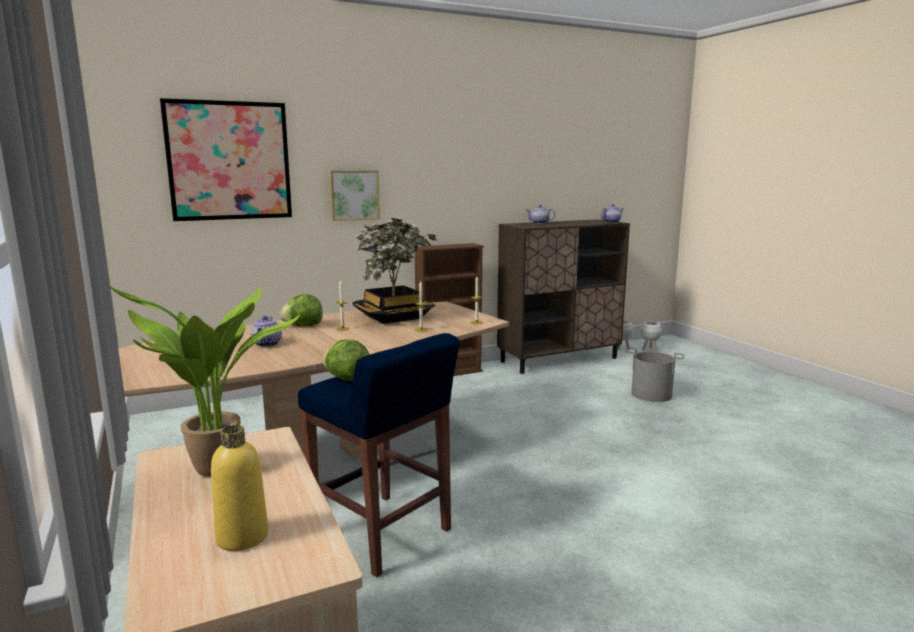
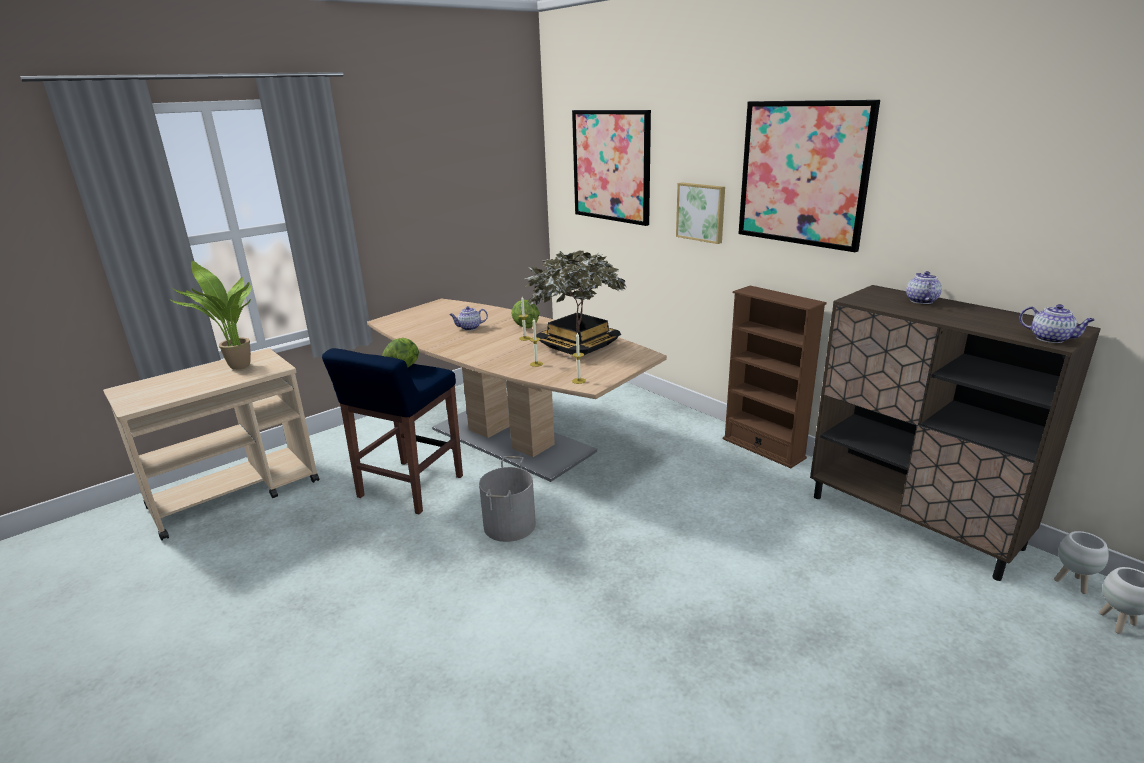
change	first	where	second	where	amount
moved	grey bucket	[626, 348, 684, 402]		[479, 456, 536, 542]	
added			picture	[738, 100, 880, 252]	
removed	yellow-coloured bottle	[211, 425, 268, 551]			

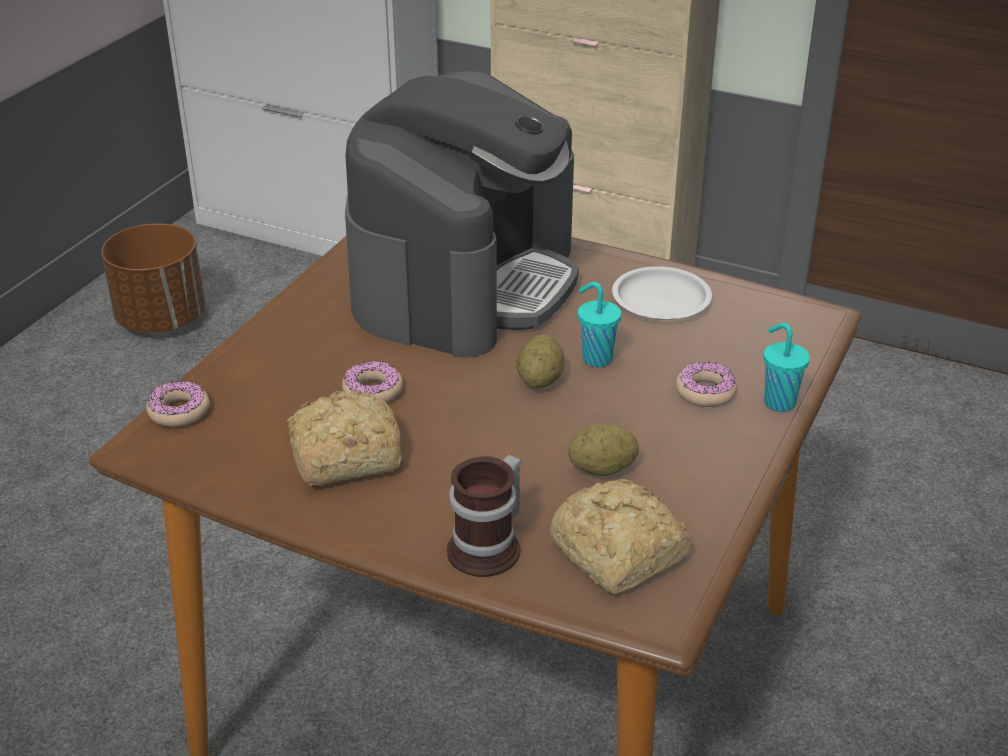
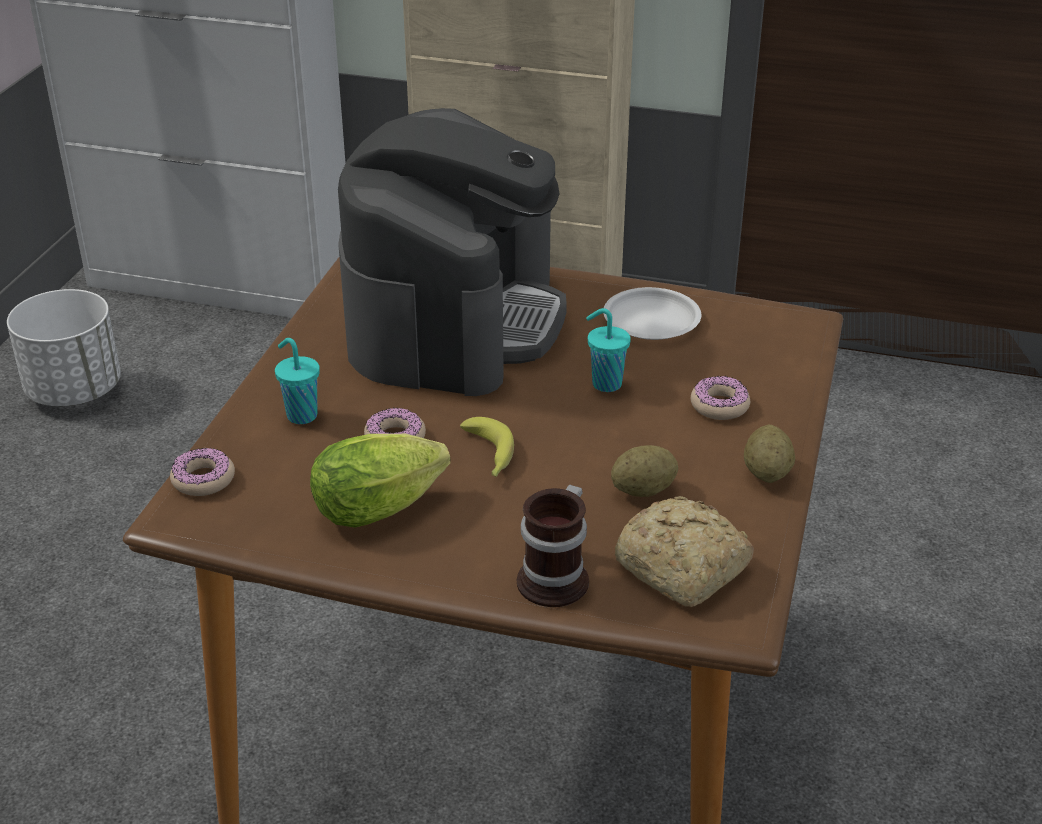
change	first	where	second	where	amount
recoloured	brownish plant pot	[101, 223, 205, 333]	white-coloured plant pot	[7, 289, 121, 406]	
moved	turquoise-coloured cup	[763, 323, 810, 412]		[275, 338, 320, 424]	
replaced	bakery bread	[287, 390, 402, 485]	lettuce	[310, 434, 450, 528]	
added			whole banana	[460, 417, 514, 477]	
moved	whole potato	[516, 334, 564, 388]		[744, 425, 795, 483]	

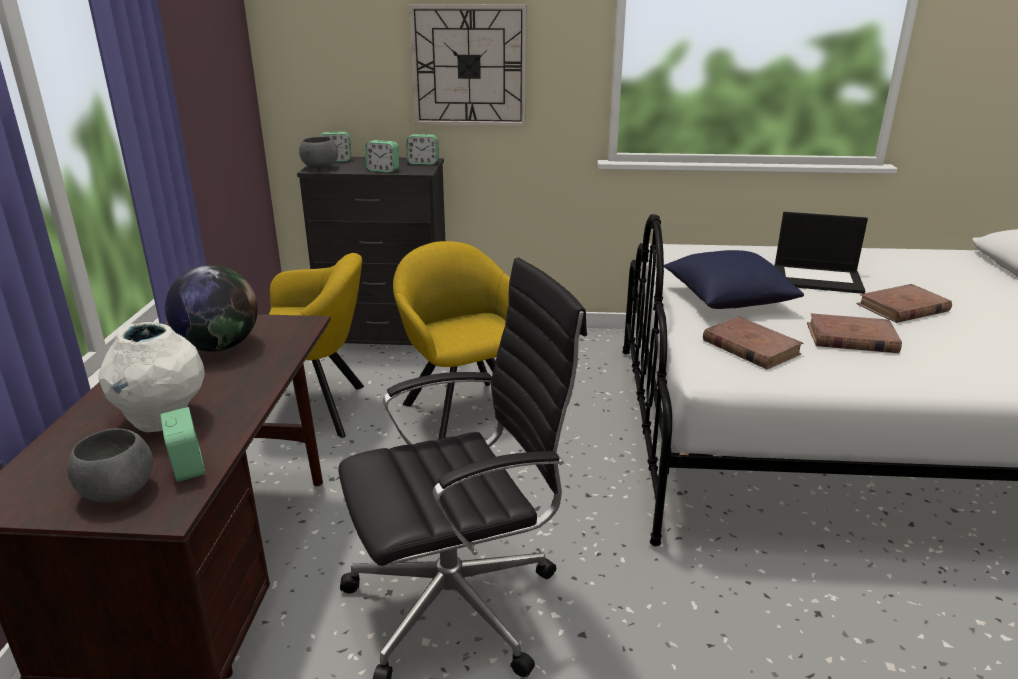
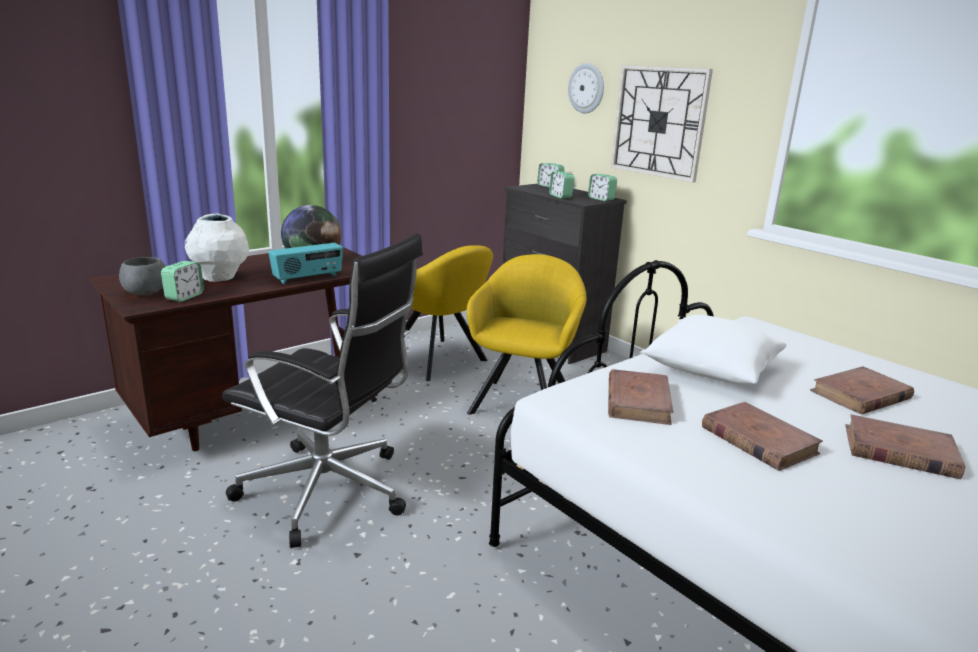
change	first	where	second	where	amount
added			radio receiver	[268, 243, 343, 284]	
added			clock on the wall	[568, 63, 604, 113]	
recoloured	bluish pillow	[664, 250, 804, 309]	white-coloured pillow	[641, 314, 786, 385]	
replaced	laptop	[774, 212, 868, 294]	brownish volume	[810, 366, 914, 415]	
removed	grey deep dish	[299, 137, 338, 169]			

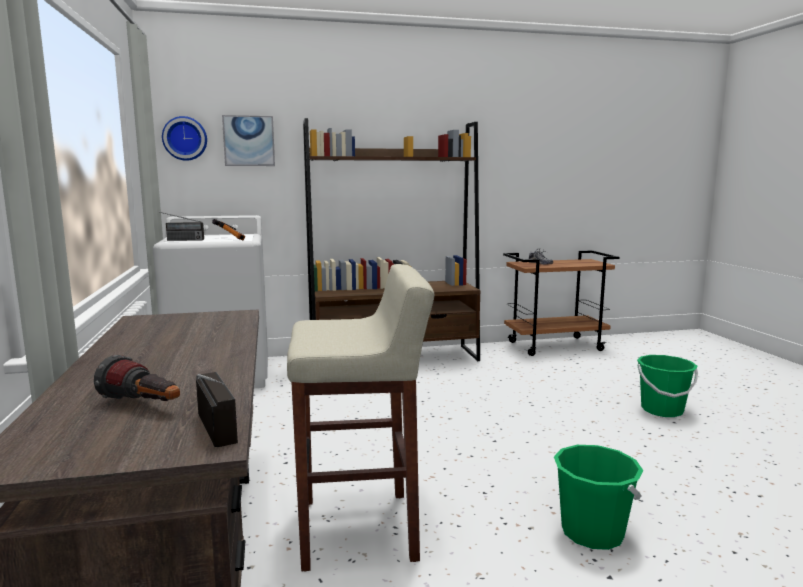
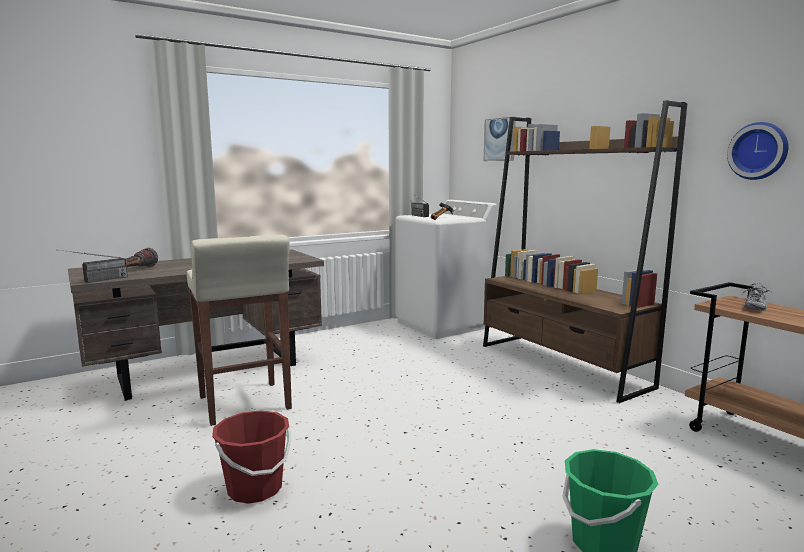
change	first	where	second	where	amount
recoloured	green bucket	[554, 445, 643, 550]	red bucket	[212, 410, 291, 504]	
moved	clock on the wall	[162, 116, 207, 161]		[727, 122, 789, 180]	

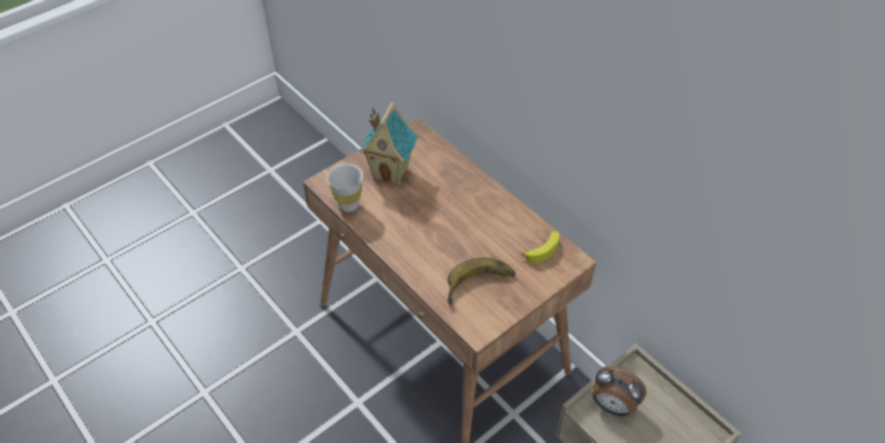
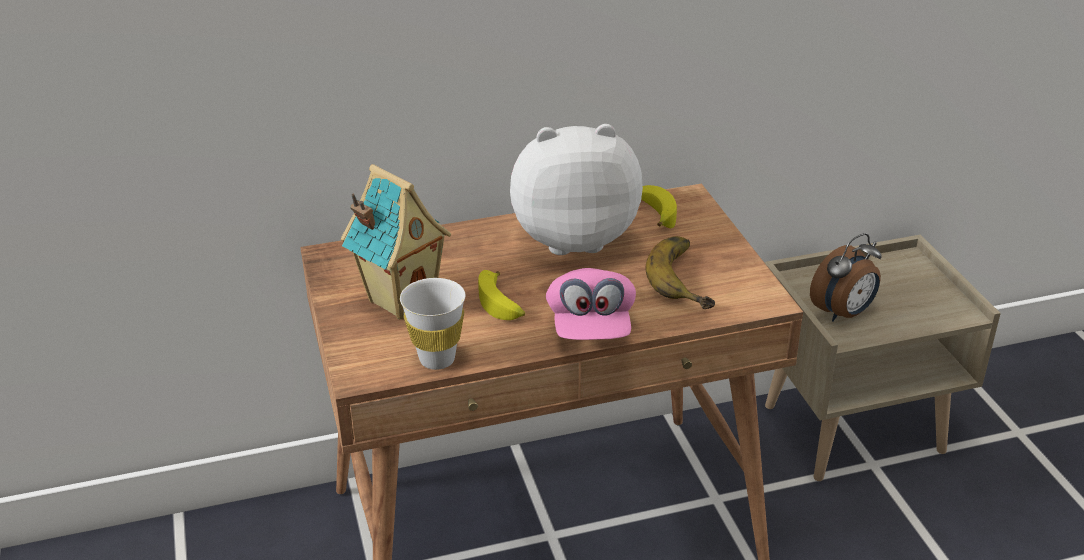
change	first	where	second	where	amount
added			whole banana	[478, 270, 525, 320]	
added			plush toy	[510, 124, 643, 255]	
added			pink-coloured baseball cap	[546, 268, 636, 340]	

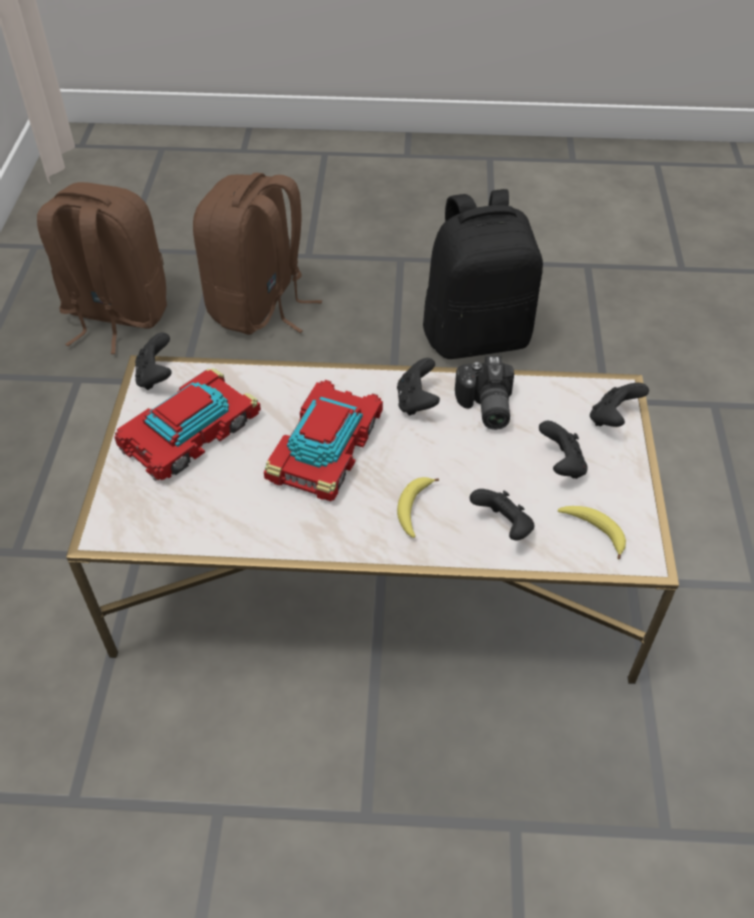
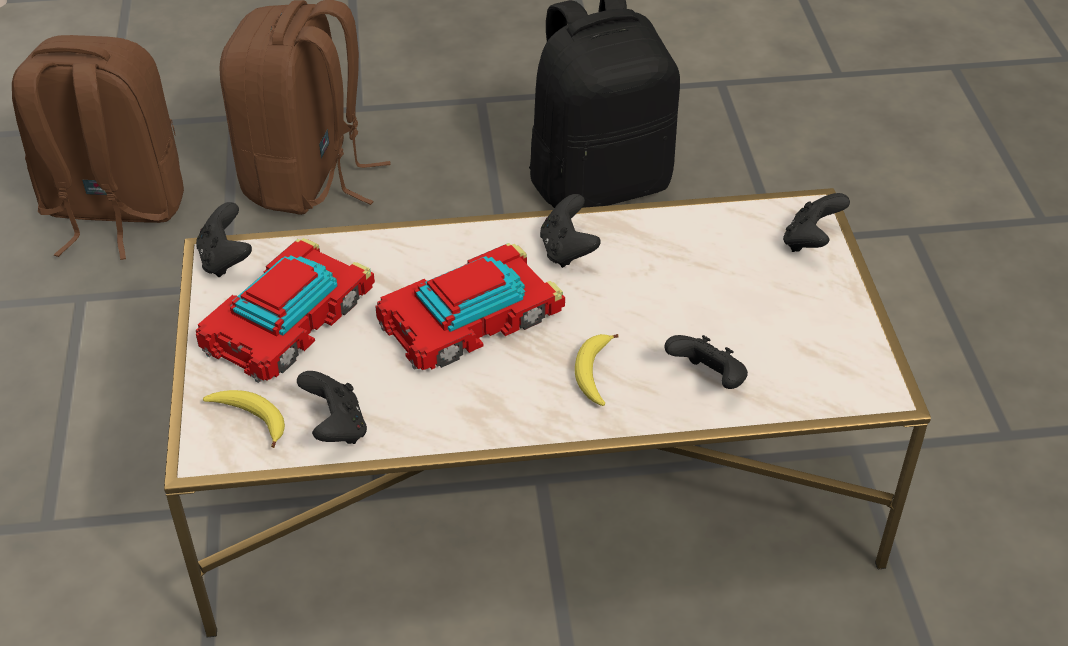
change	first	where	second	where	amount
moved	whole banana	[558, 506, 626, 559]		[203, 390, 285, 448]	
moved	blackish game controller	[539, 421, 588, 479]		[297, 371, 367, 444]	
turned	toy car	[264, 380, 383, 501]		[375, 243, 565, 370]	135 degrees counterclockwise
removed	still camera	[455, 356, 514, 430]			

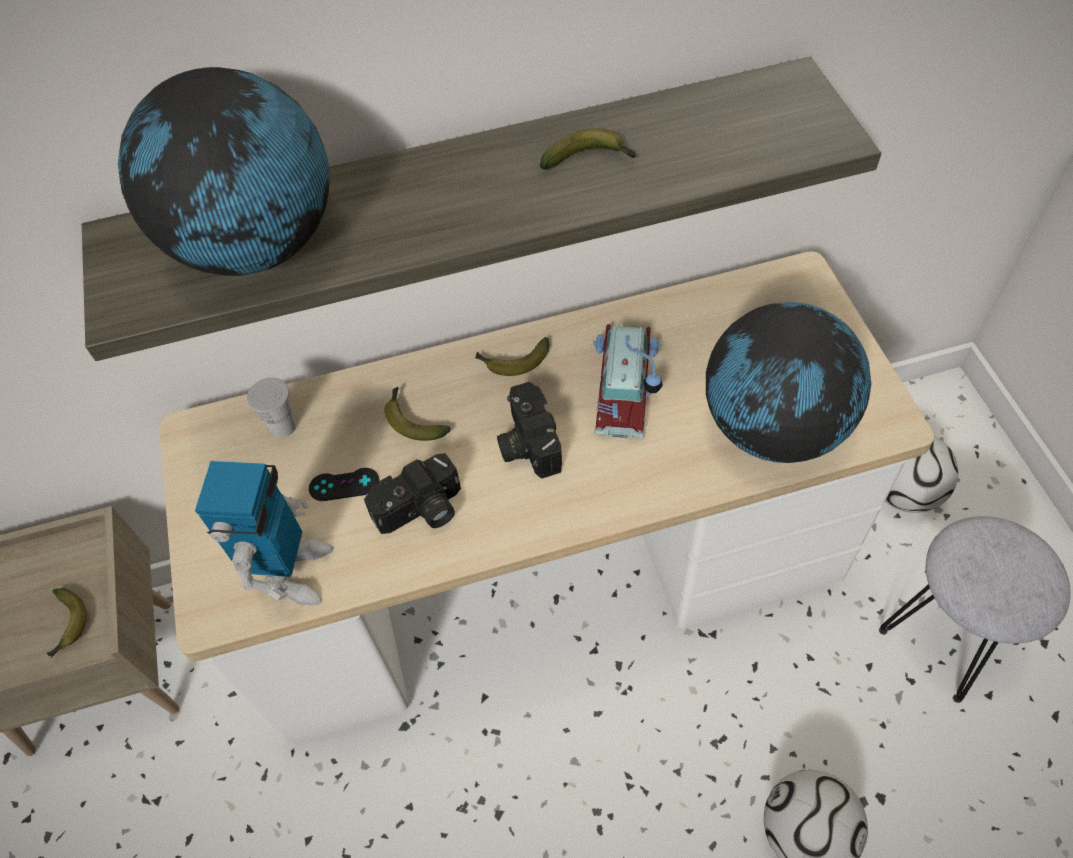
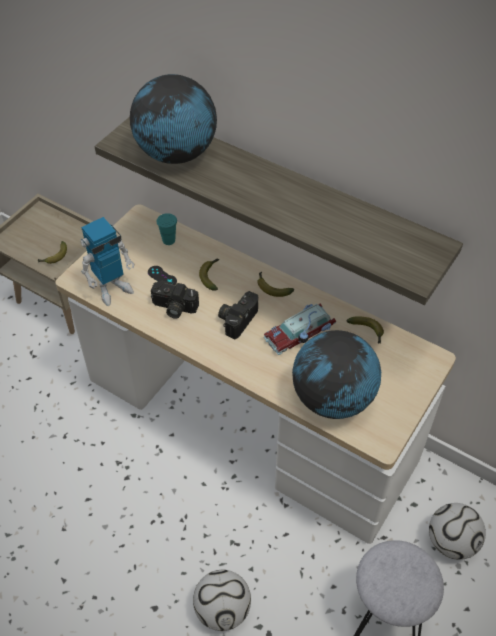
change	first	where	second	where	amount
recoloured	white-coloured cup	[247, 378, 296, 438]	turquoise-coloured cup	[157, 213, 177, 245]	
moved	whole banana	[540, 128, 637, 170]		[347, 317, 384, 344]	

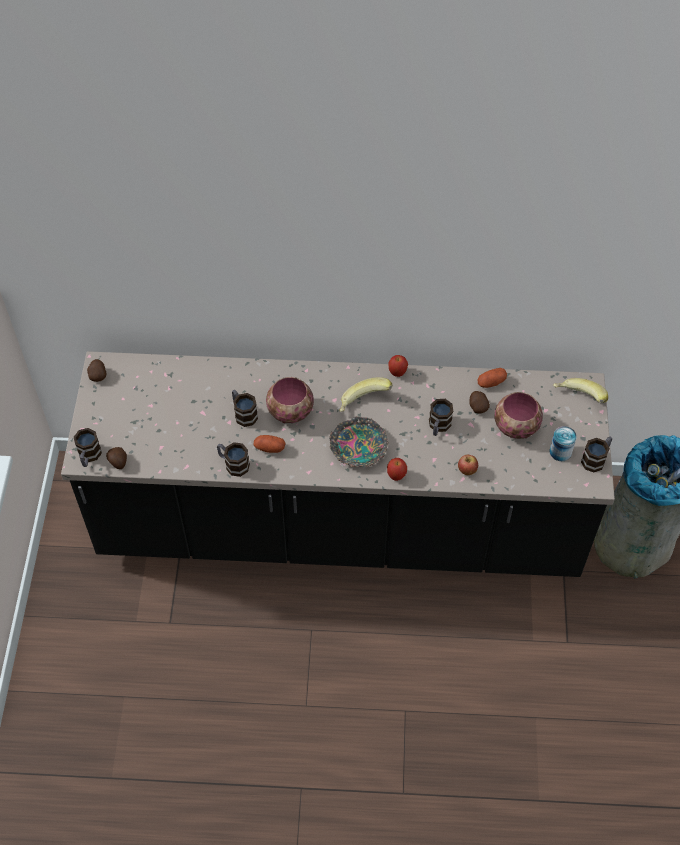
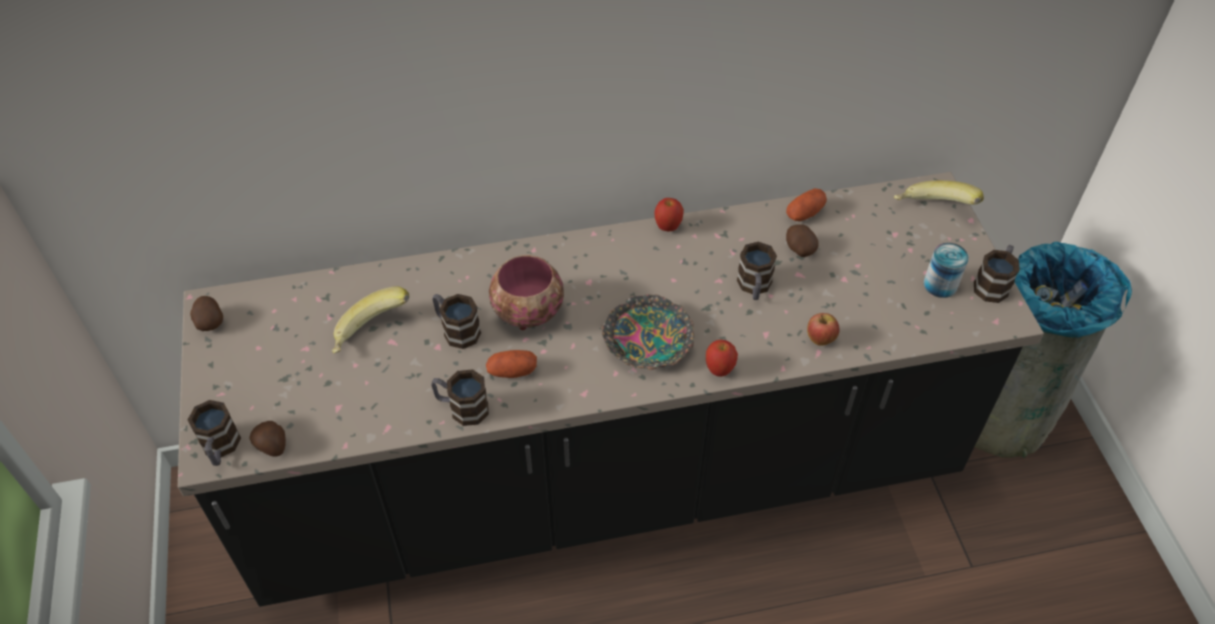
change	first	where	second	where	amount
moved	whole banana	[339, 377, 392, 412]		[332, 286, 409, 353]	
removed	deep dish	[494, 392, 543, 439]			

